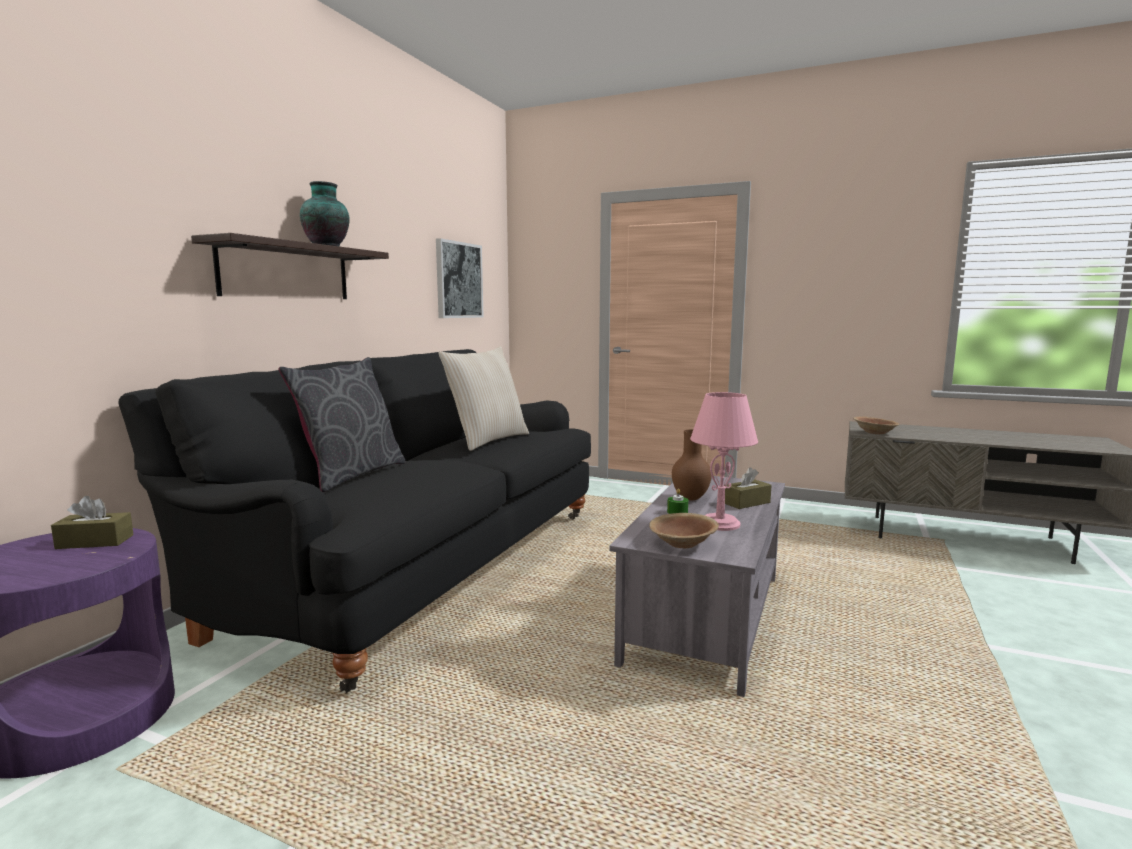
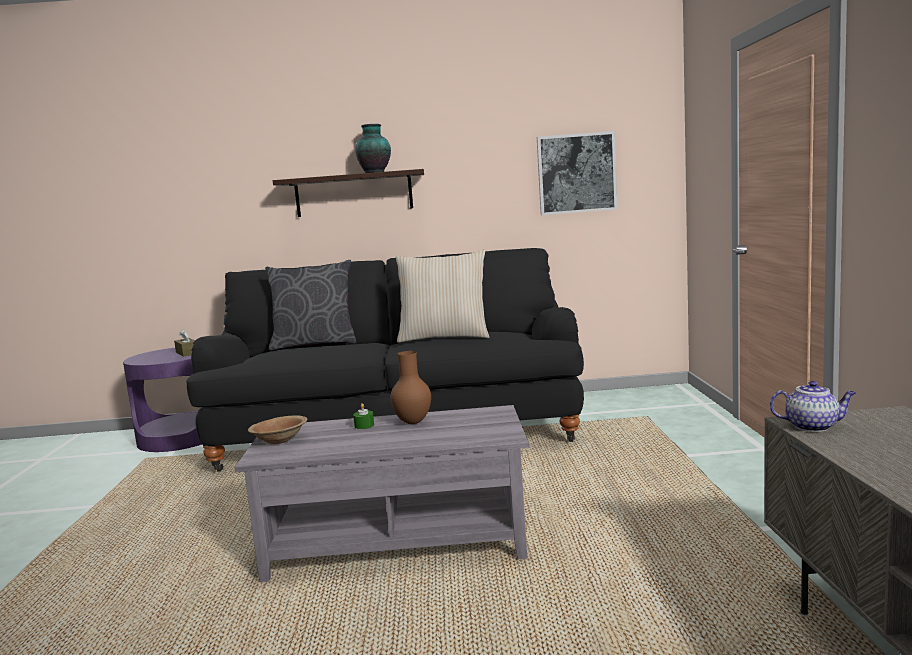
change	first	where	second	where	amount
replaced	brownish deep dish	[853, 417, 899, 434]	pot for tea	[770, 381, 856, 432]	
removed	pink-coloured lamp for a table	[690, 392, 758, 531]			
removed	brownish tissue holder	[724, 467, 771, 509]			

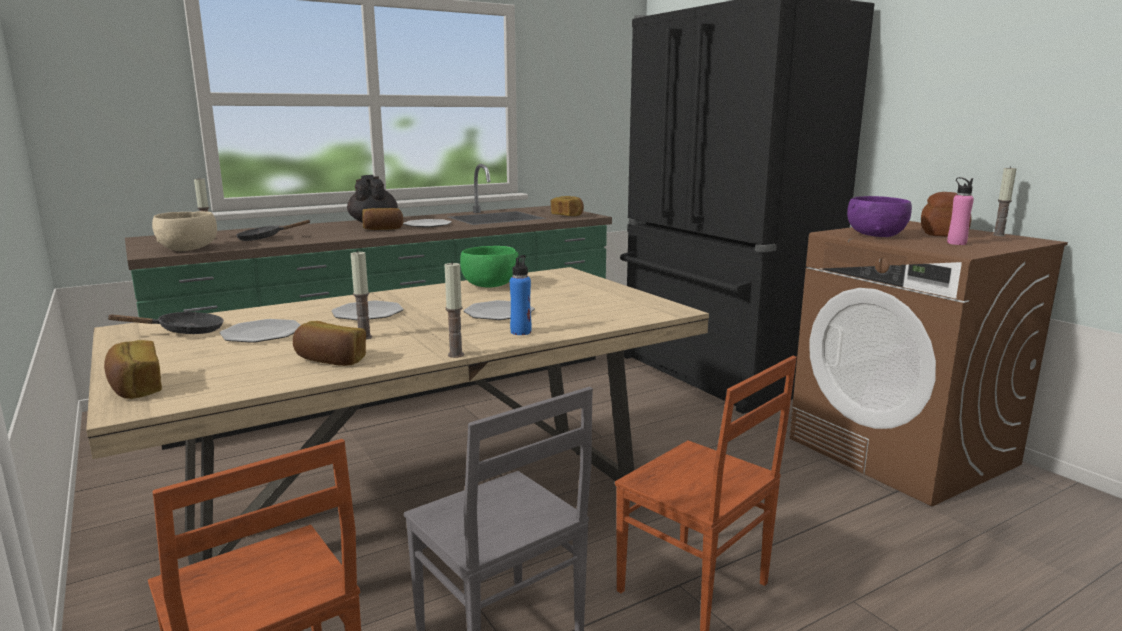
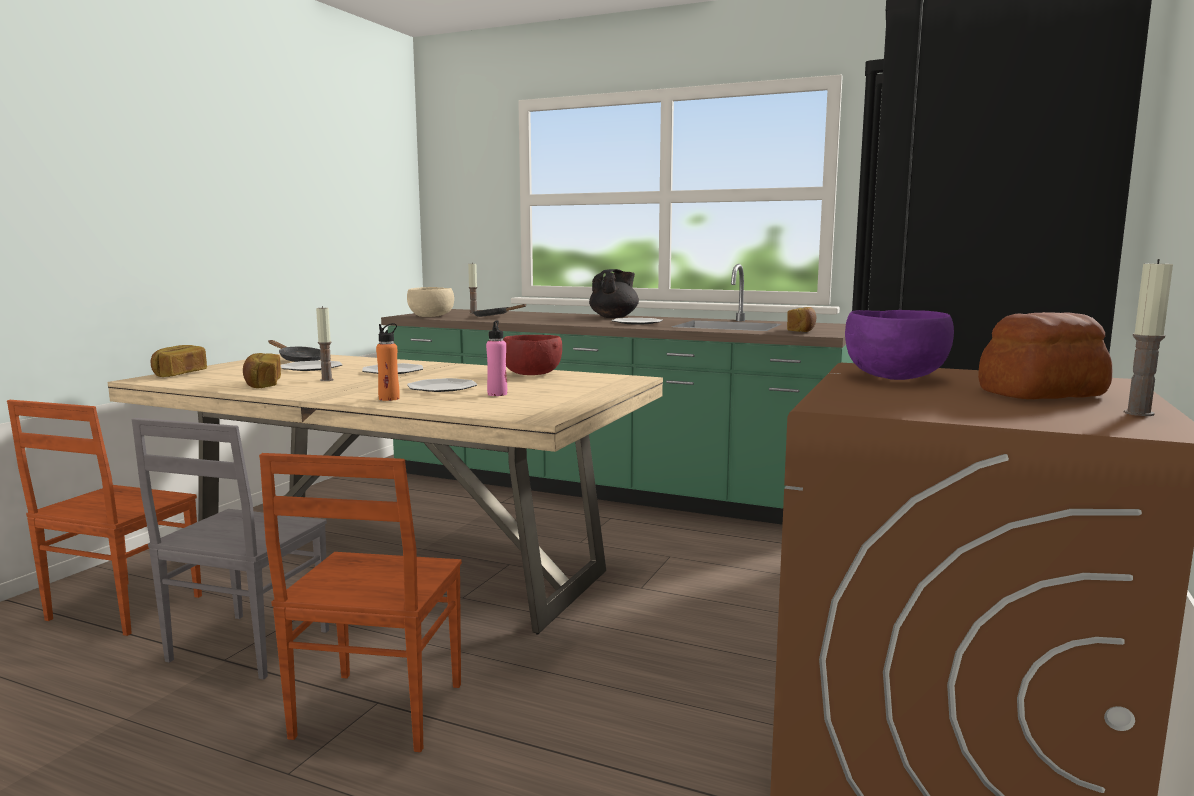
change	first	where	second	where	amount
recoloured	bluish bottle	[510, 255, 531, 335]	orange bottle	[376, 323, 400, 401]	
moved	pink-coloured bottle	[947, 177, 974, 245]		[486, 321, 507, 396]	
recoloured	green deep dish	[460, 246, 518, 287]	red deep dish	[503, 335, 562, 375]	
removed	bakery bread	[362, 208, 403, 230]			
removed	candle	[445, 261, 464, 358]			

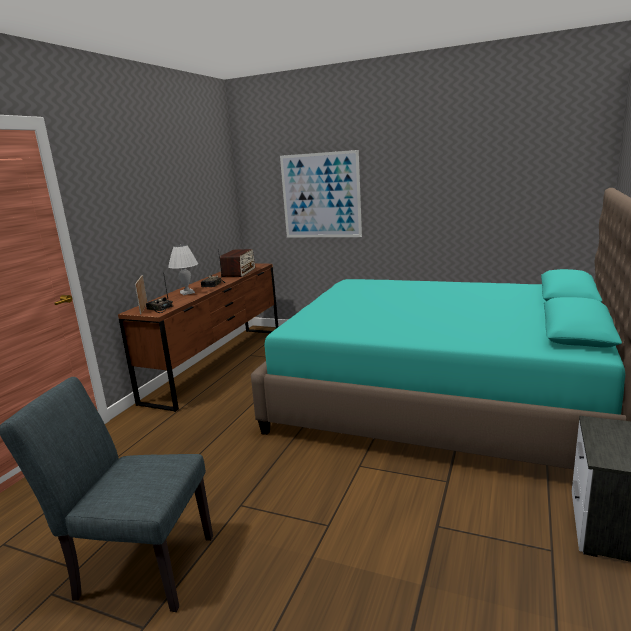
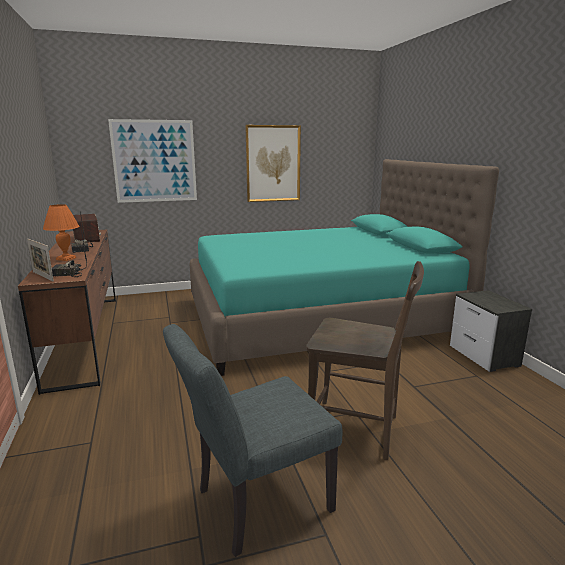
change	first	where	second	where	amount
recoloured	white-coloured lamp for a table	[168, 245, 198, 295]	orange lamp for a table	[43, 204, 79, 261]	
added			picture	[245, 125, 301, 202]	
added			brownish plain chair	[306, 261, 424, 460]	

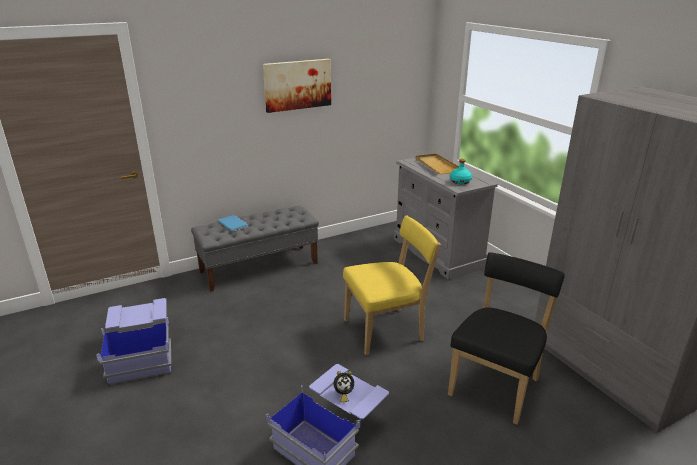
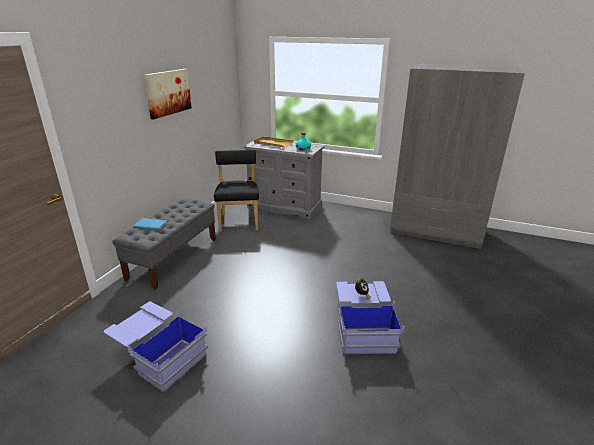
change	first	where	second	where	amount
moved	blackish plain chair	[448, 252, 565, 425]		[214, 150, 259, 232]	
removed	yellow-coloured plain chair	[343, 215, 441, 355]			

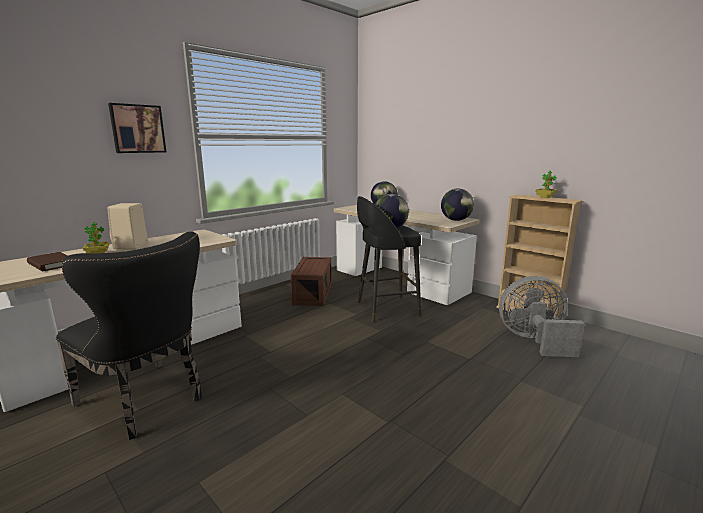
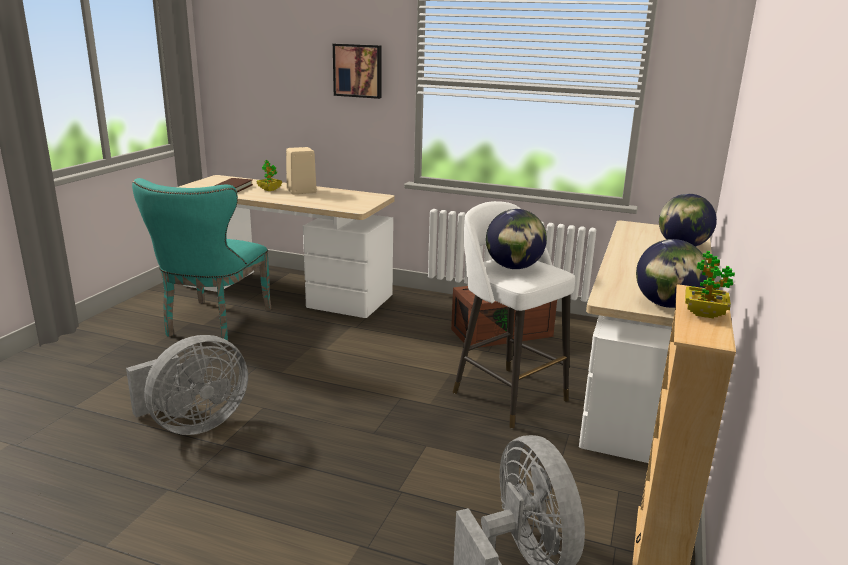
change	first	where	second	where	amount
added			grey fan	[126, 335, 248, 435]	
recoloured	blackish plain chair	[56, 231, 202, 440]	turquoise-coloured plain chair	[132, 178, 271, 341]	
recoloured	blackish sitting stool	[357, 196, 421, 322]	white-coloured sitting stool	[453, 201, 575, 429]	

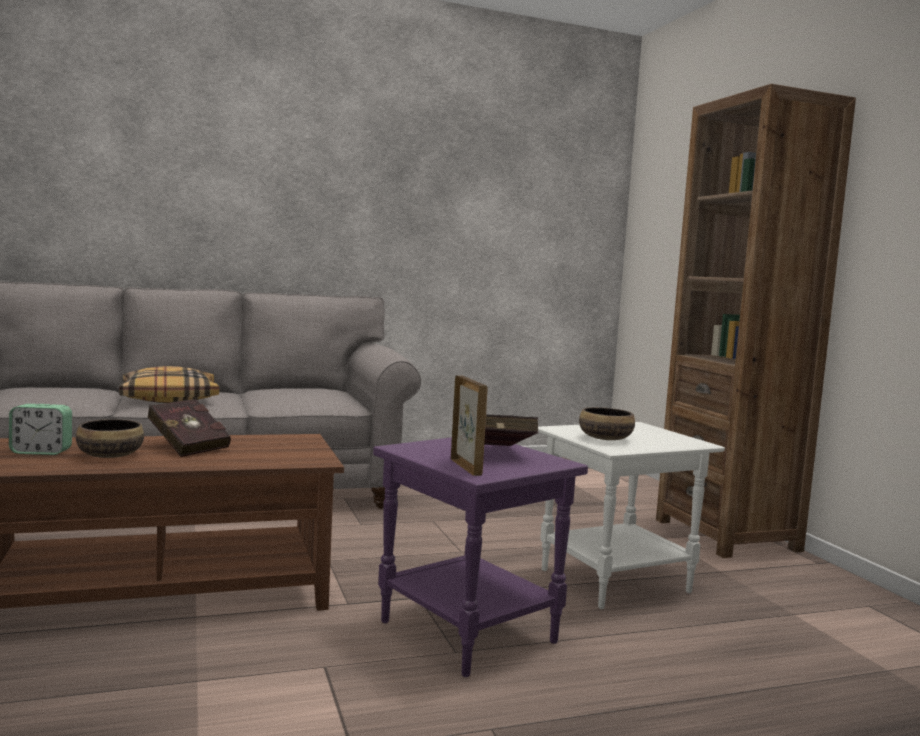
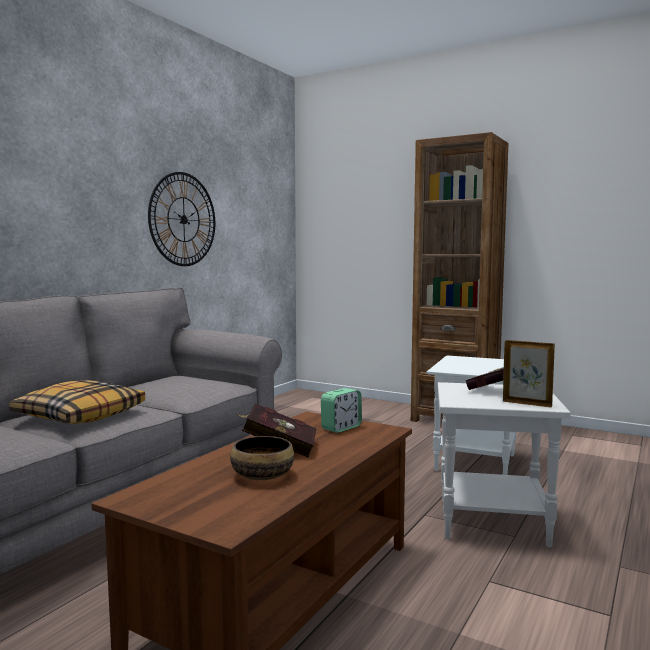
change	first	where	second	where	amount
added			clock on the wall	[148, 172, 215, 266]	
moved	bedside clock	[9, 404, 72, 455]		[321, 388, 362, 433]	
recoloured	purple end table	[373, 437, 588, 677]	white-coloured end table	[437, 382, 571, 547]	
removed	deep dish	[579, 407, 635, 440]			

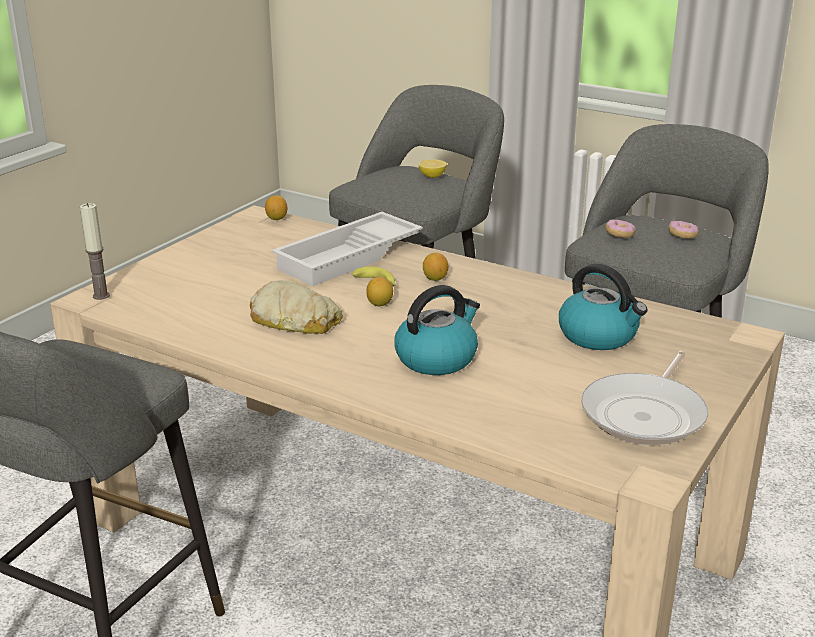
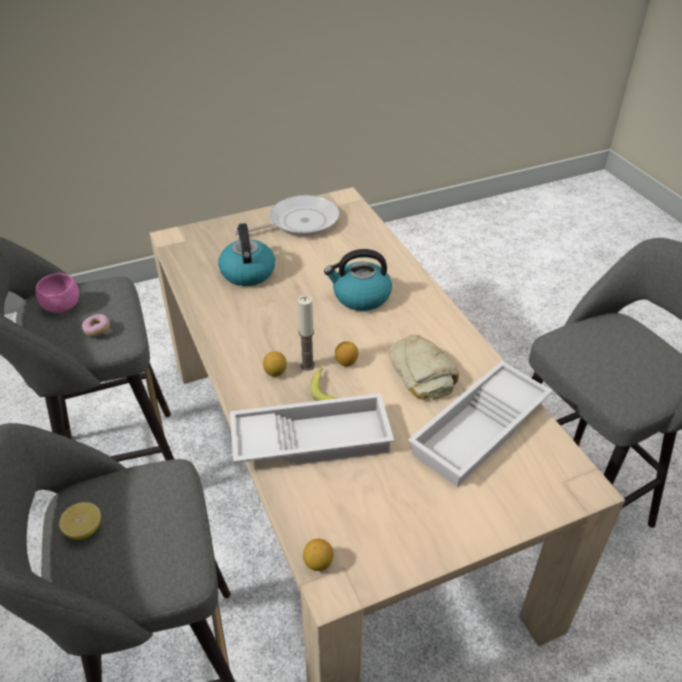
change	first	where	second	where	amount
replaced	ring doughnut	[669, 221, 699, 239]	pink-coloured deep dish	[35, 273, 79, 313]	
moved	candle	[80, 203, 110, 300]		[298, 296, 315, 371]	
added			white-coloured serving tray	[408, 361, 553, 487]	

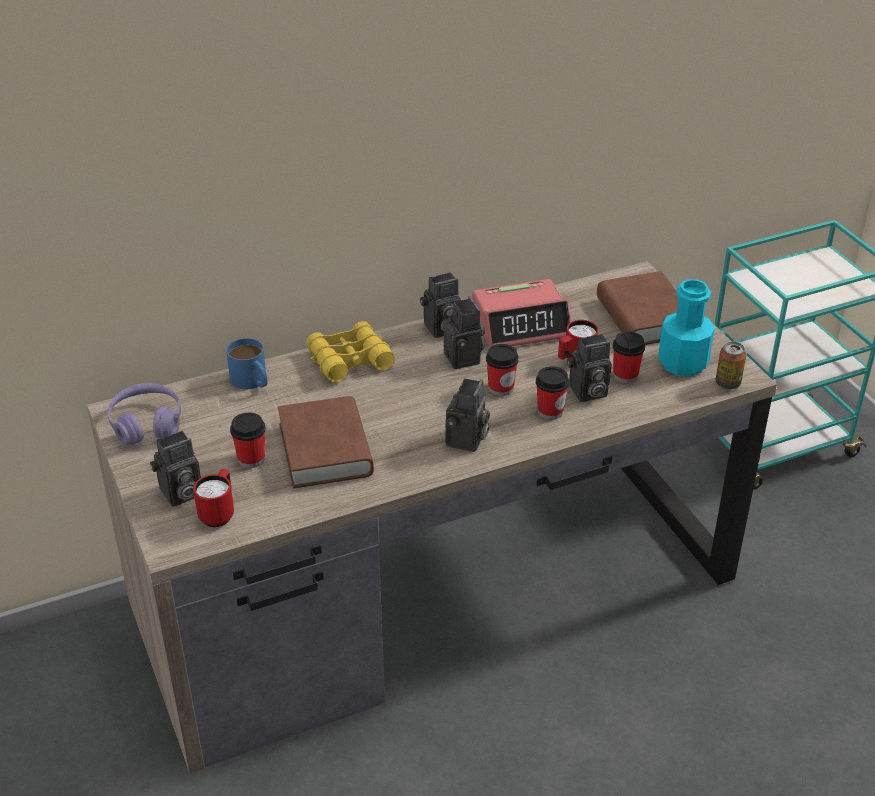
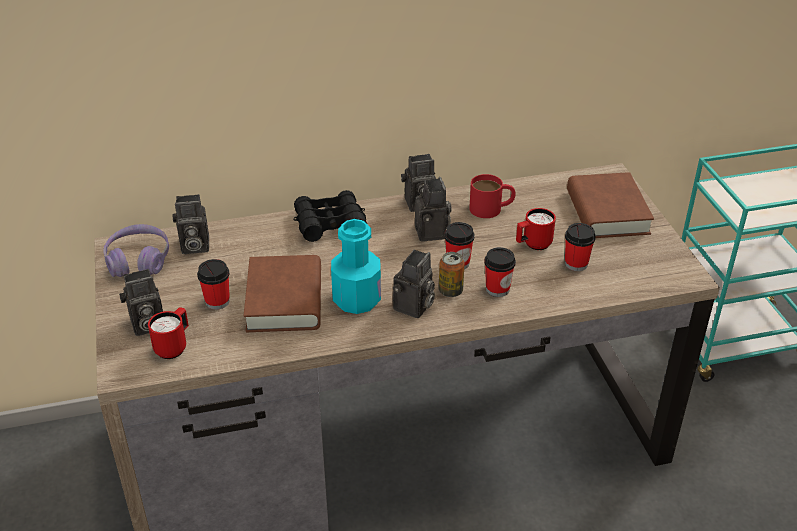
change	first	where	second	where	amount
moved	still camera	[567, 334, 612, 402]		[172, 194, 209, 254]	
recoloured	yellow-coloured binoculars	[306, 321, 395, 382]	blackish binoculars	[294, 190, 367, 242]	
moved	turquoise-coloured bottle	[658, 279, 715, 376]		[331, 219, 381, 314]	
moved	sealed can	[715, 342, 746, 389]		[439, 252, 465, 297]	
replaced	bedside clock	[472, 279, 571, 347]	red coffee mug	[469, 174, 516, 218]	
removed	bluish coffee mug	[226, 338, 267, 389]			

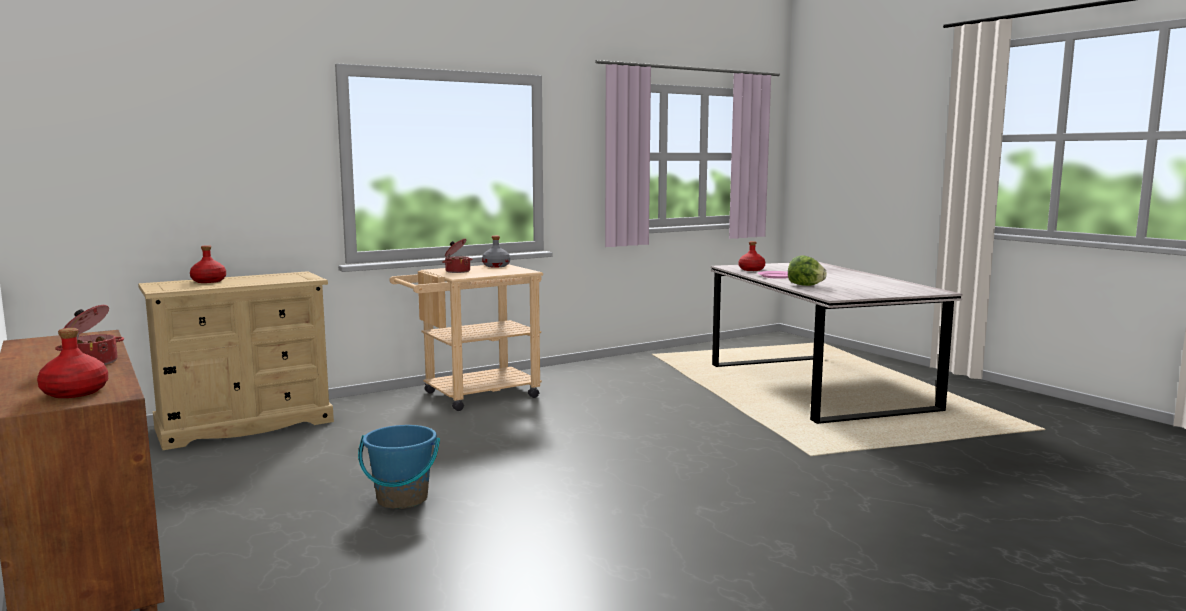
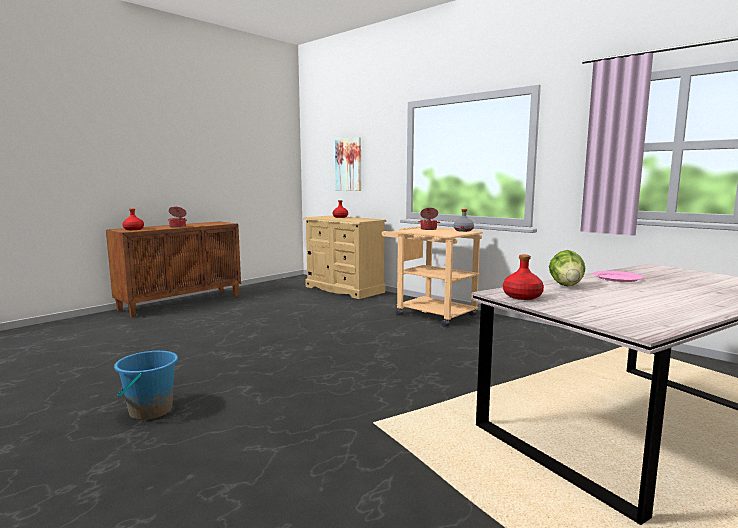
change	first	where	second	where	amount
moved	bluish bucket	[358, 425, 440, 509]		[114, 350, 178, 420]	
added			picture	[335, 137, 361, 191]	
moved	red bottle	[739, 241, 765, 271]		[503, 255, 544, 300]	

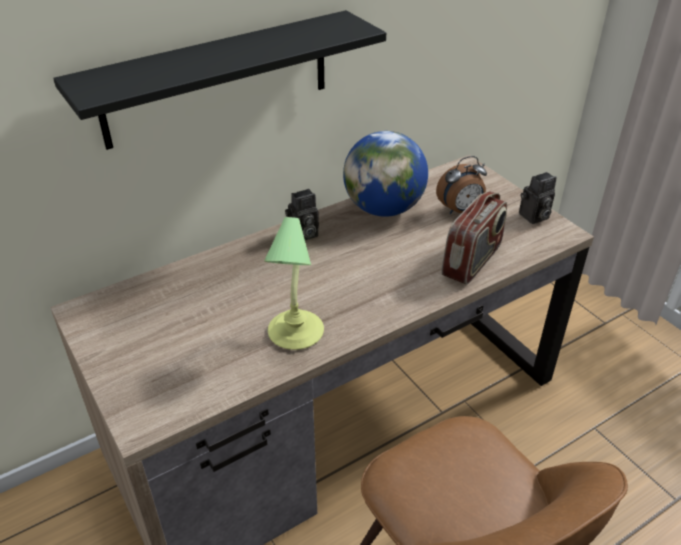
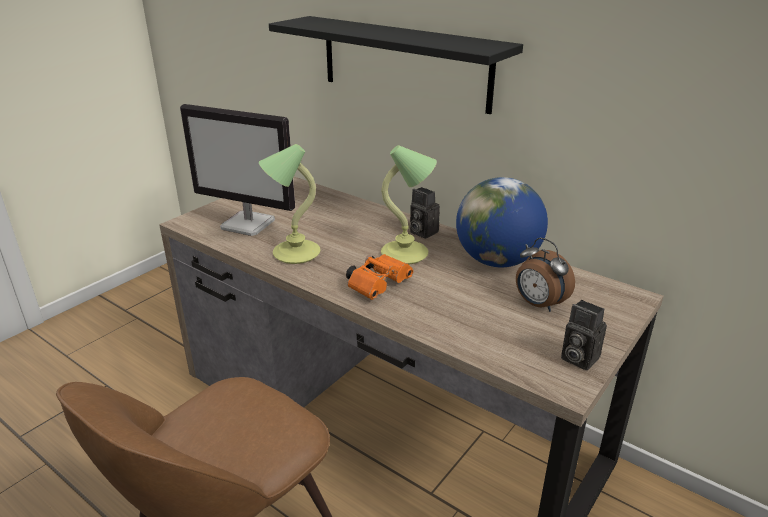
change	first	where	second	where	amount
added			computer display	[180, 104, 295, 236]	
added			orange binoculars	[346, 254, 413, 300]	
added			lamp for a table	[381, 145, 437, 264]	
removed	radio receiver	[441, 191, 507, 285]			

